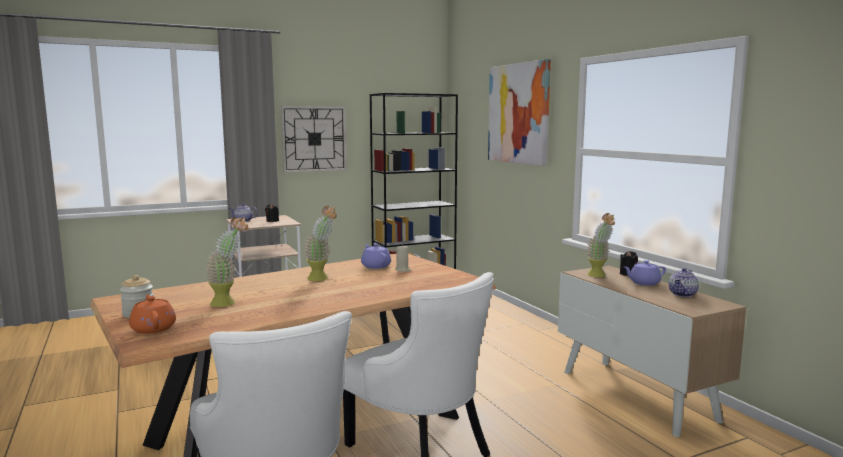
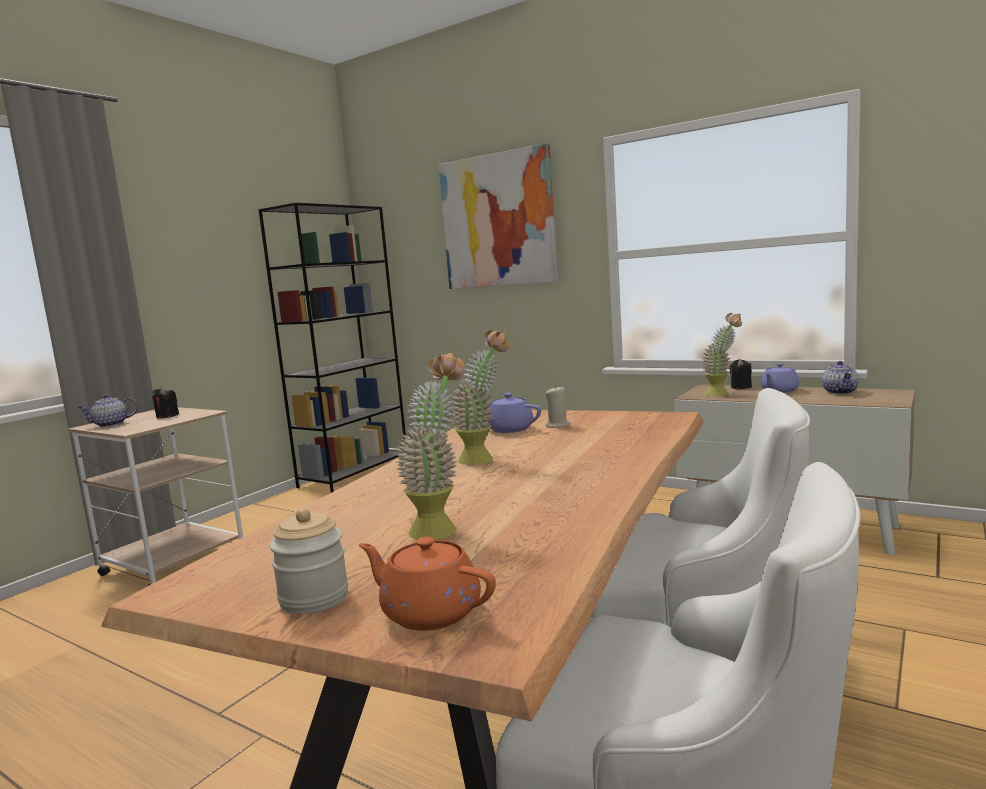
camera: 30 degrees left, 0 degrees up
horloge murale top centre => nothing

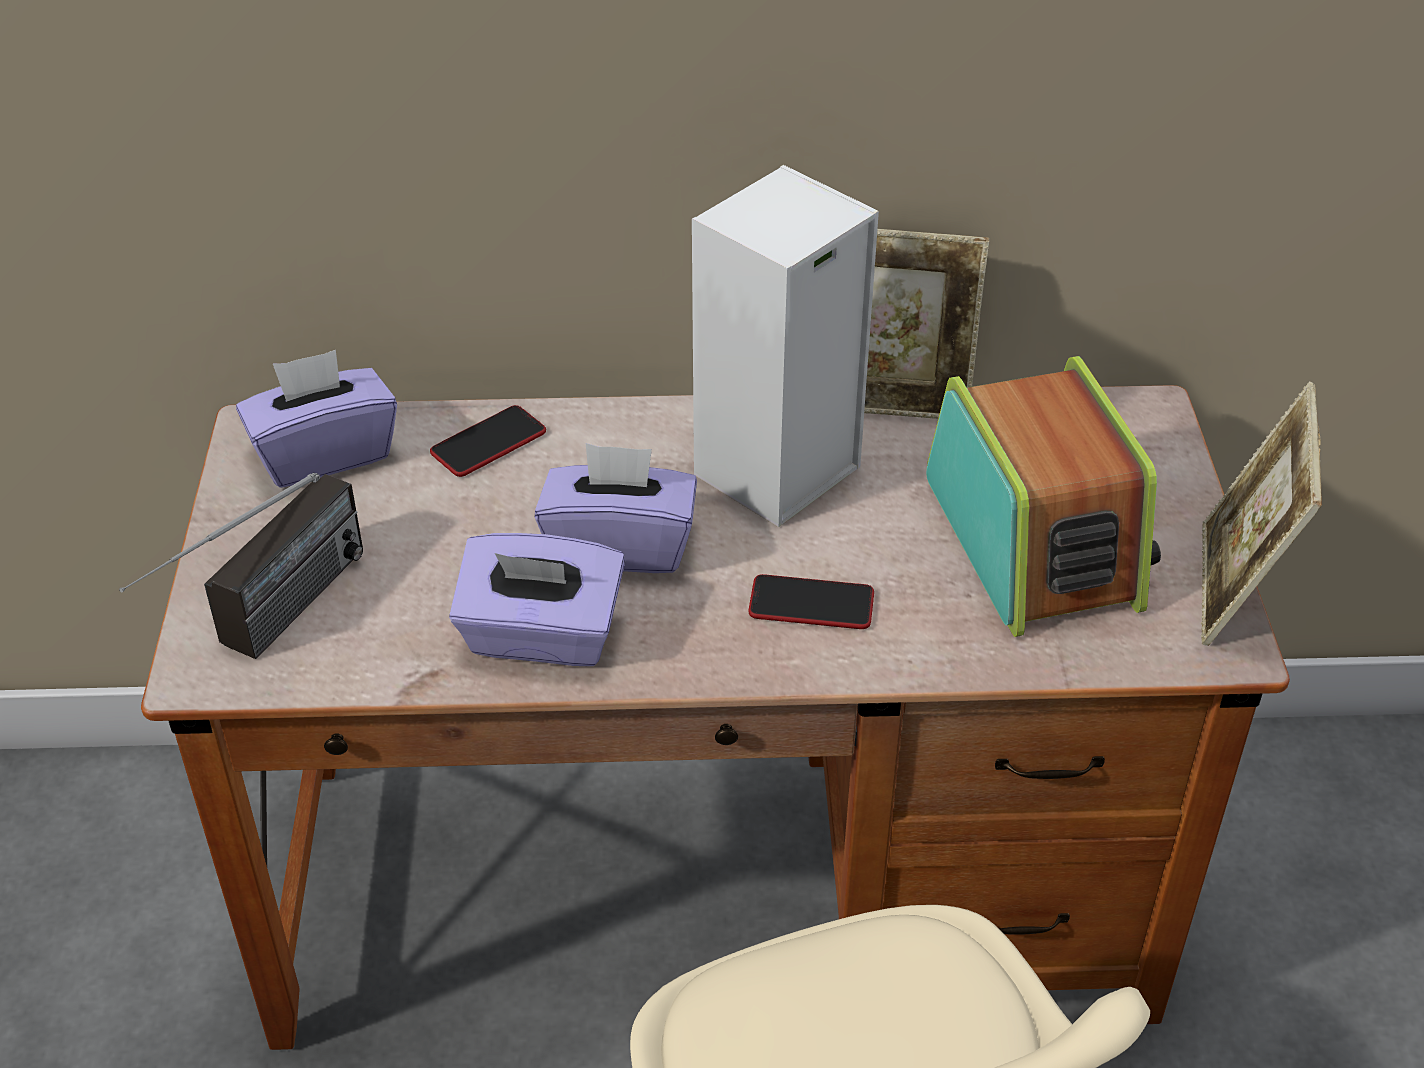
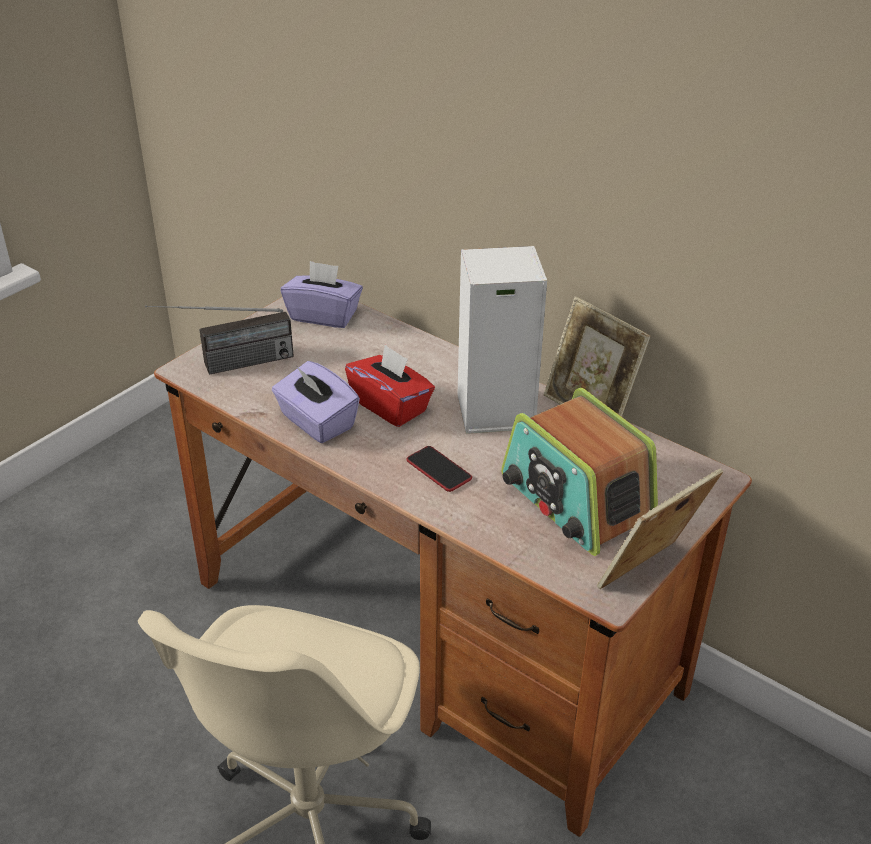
camera: 40 degrees right, 5 degrees down
téléphone (1st from left) centre => nothing
boîte à mouchoirs/violet (3rd from left) centre => boîte à mouchoirs/rouge centre
radio (2nd from left) middle right => radio (2nd from left) centre, 120 degrees clockwise

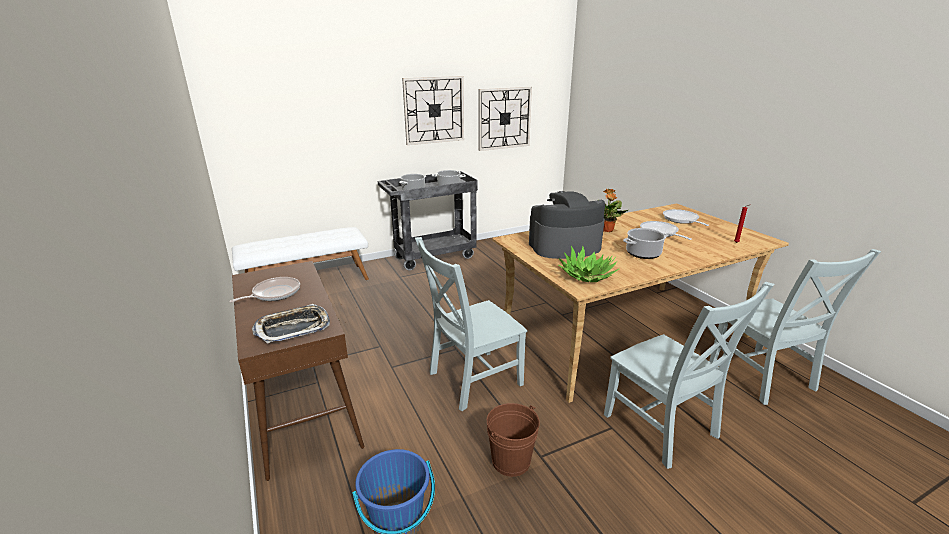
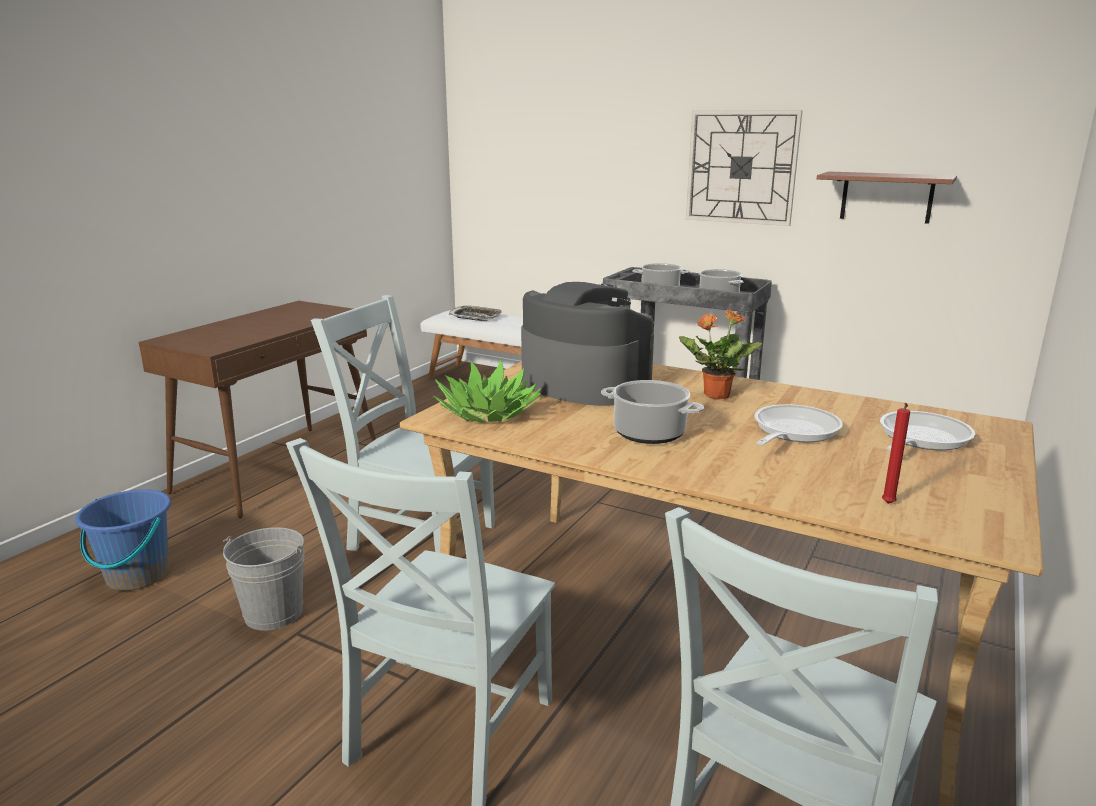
camera: 55 degrees right, 5 degrees down
poêle (1st from left) middle left => nothing
plateau middle left => plateau centre, move
horloge murale (2nd from left) top centre => étagère/marron top right
seau/marron bottom centre => seau/gris bottom left

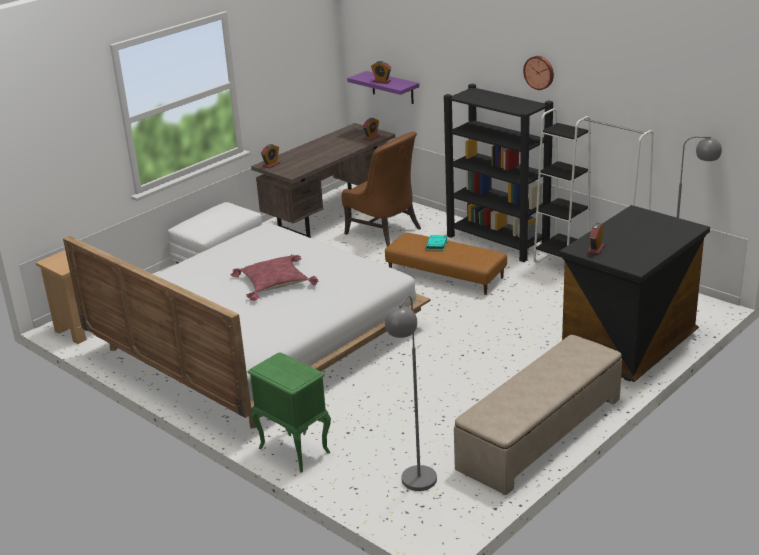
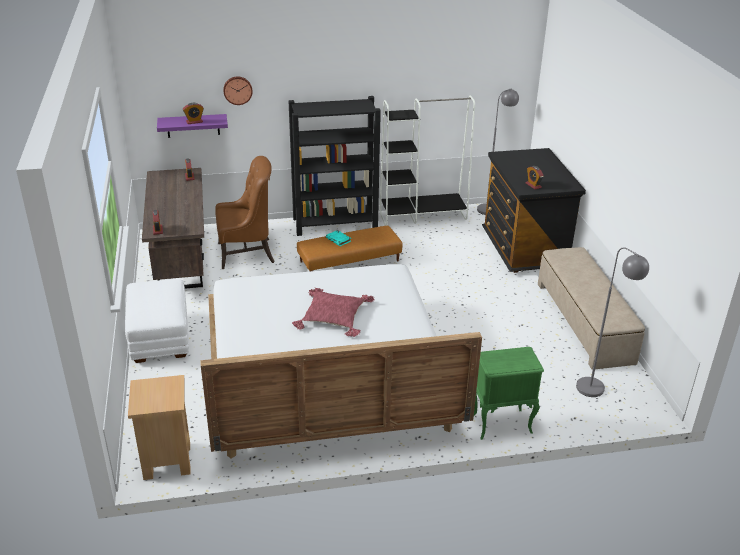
camera: 55 degrees left, 5 degrees up
horloge murale top right => horloge murale top left, move

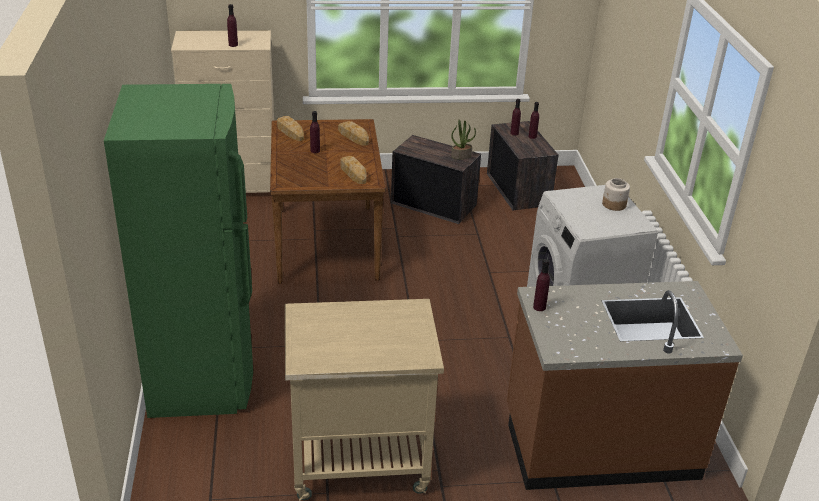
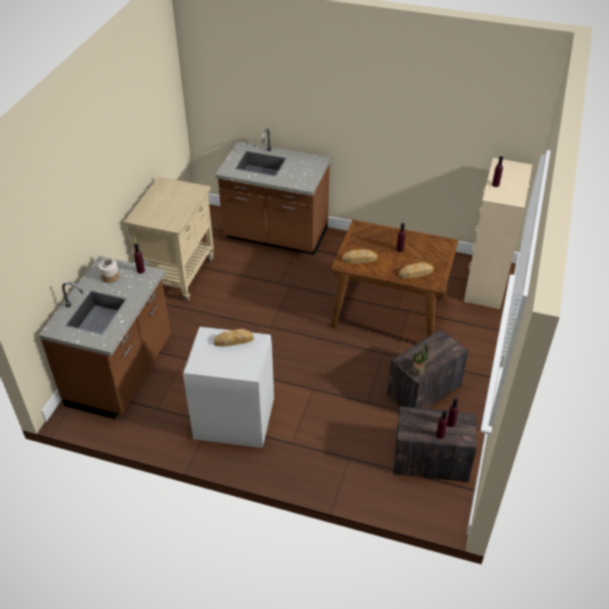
camera: 115 degrees right, 10 degrees up
pain (1st from left) top centre => pain (1st from left) centre, move
bocal middle right => bocal middle left, move
réfrigérateur/vert middle left => comptoir de cuisine/marron (2nd from left) top centre

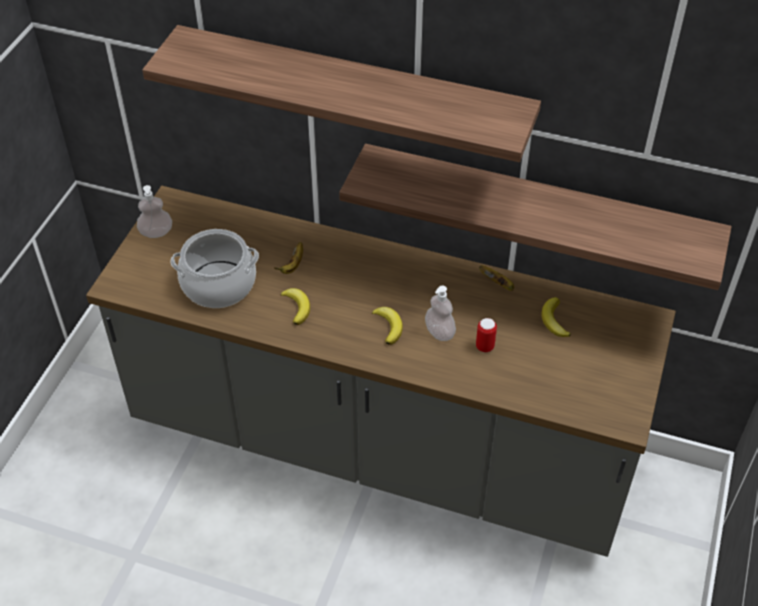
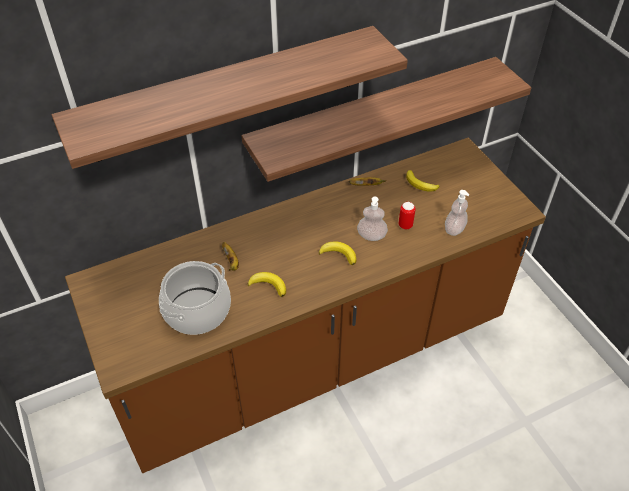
camera: 45 degrees left, 0 degrees up
distributeur de savon (1st from left in the first image) middle left => distributeur de savon (2nd from left) middle right, move
comptoir de cuisine/gris centre => comptoir de cuisine/marron centre

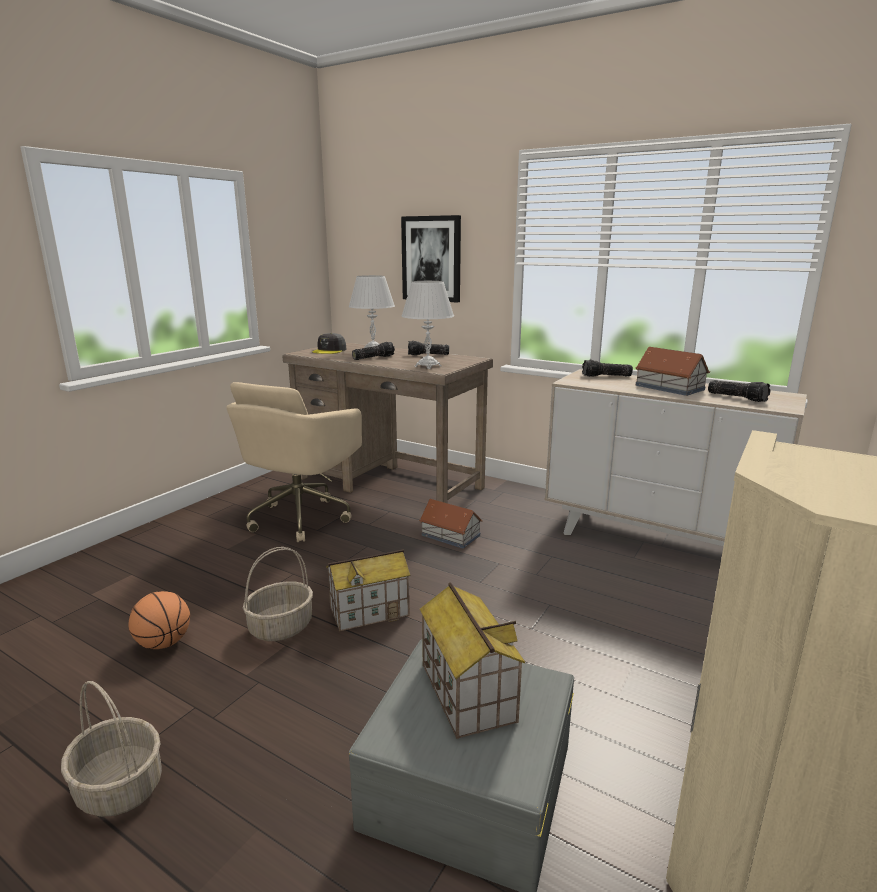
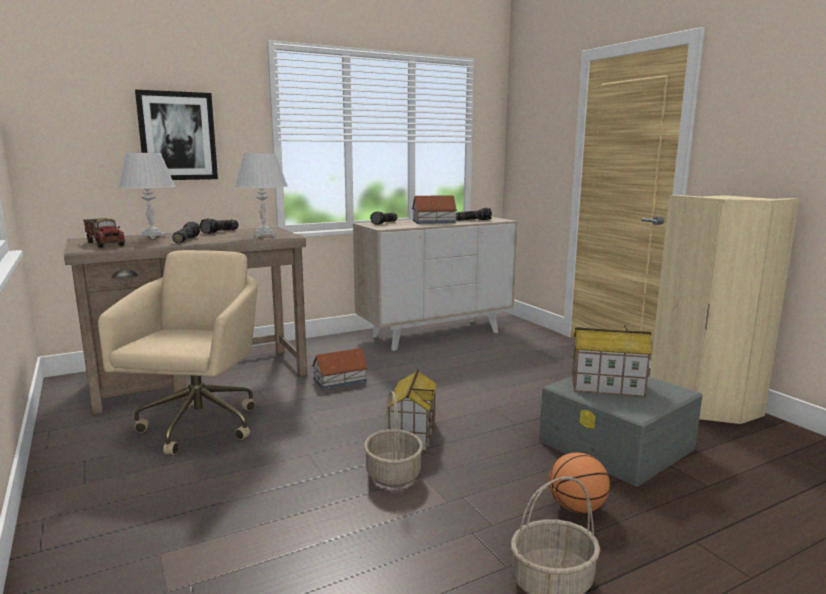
camera: 60 degrees left, 5 degrees down
ballon de basket bottom left => ballon de basket bottom right, move
casquette/gris centre => camion jouet middle left
chaise de bureau/beige centre => chaise de bureau/beige middle left, 135 degrees counterclockwise

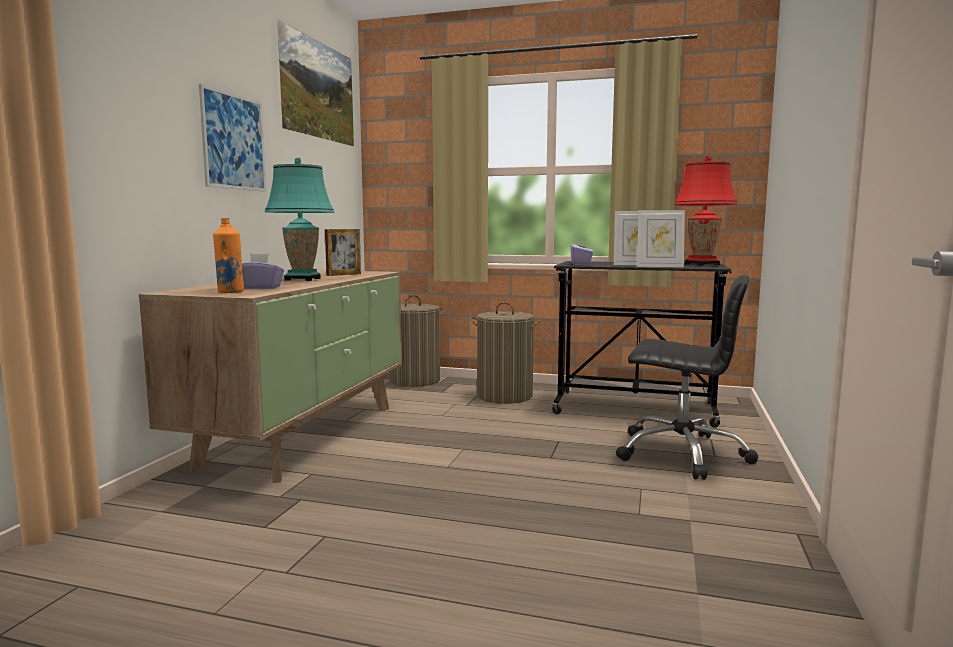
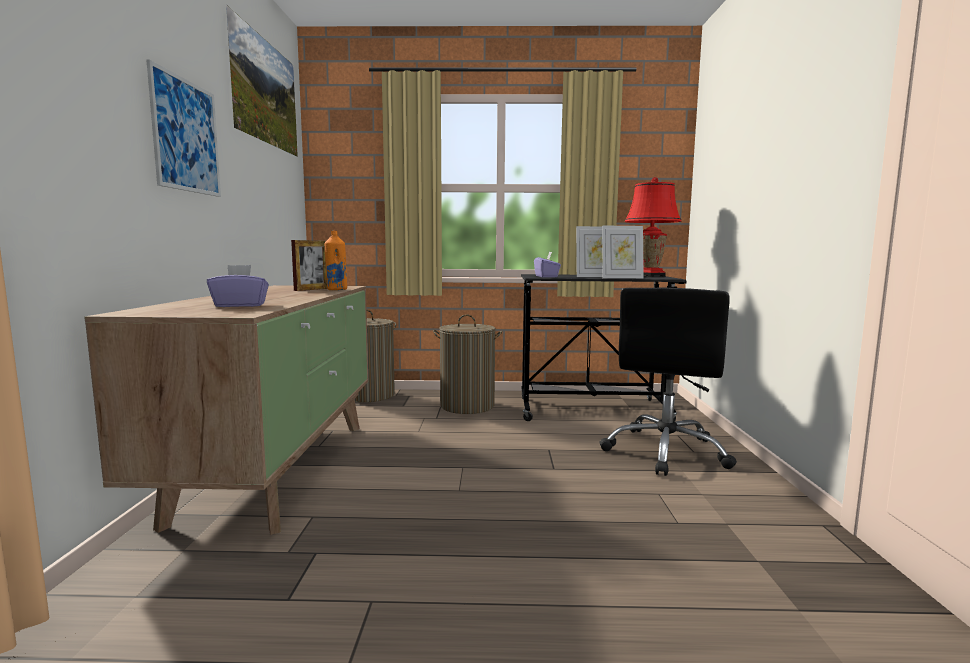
camera: 15 degrees left, 0 degrees up
lampe de table/turquoise middle left => nothing
bouteille/orange middle left => bouteille/orange centre, move
chaise de bureau/noir middle right, 105 degrees clockwise

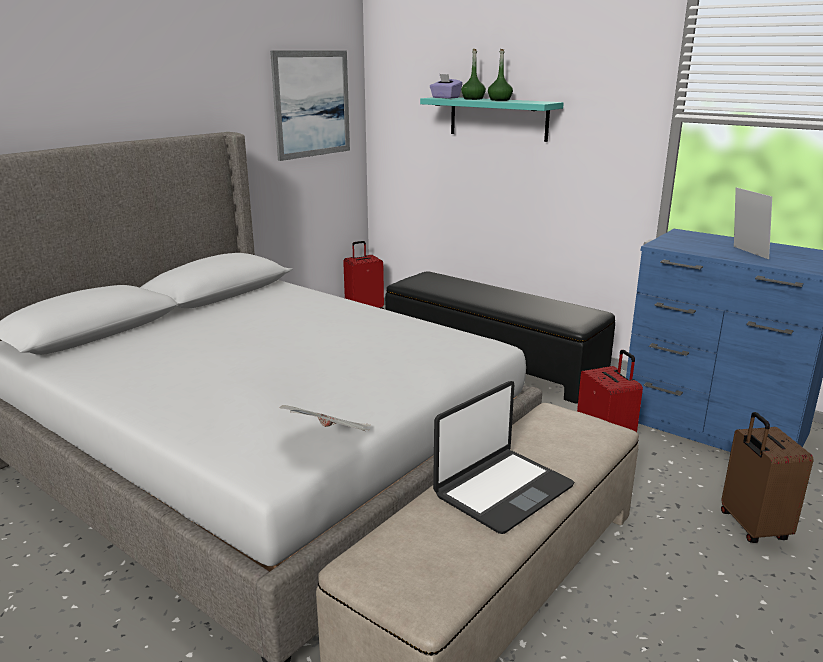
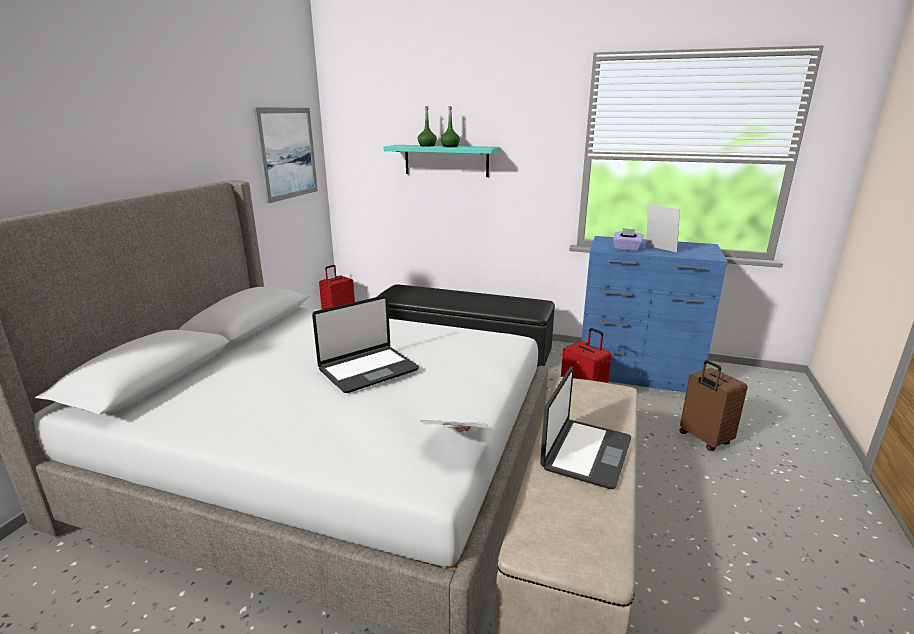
camera: 20 degrees left, 0 degrees up
nothing => ordinateur portable (1st from left) centre
boîte à mouchoirs/violet top centre => boîte à mouchoirs/violet middle right, move

